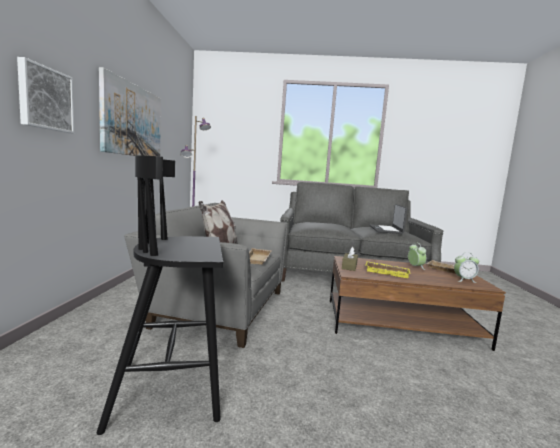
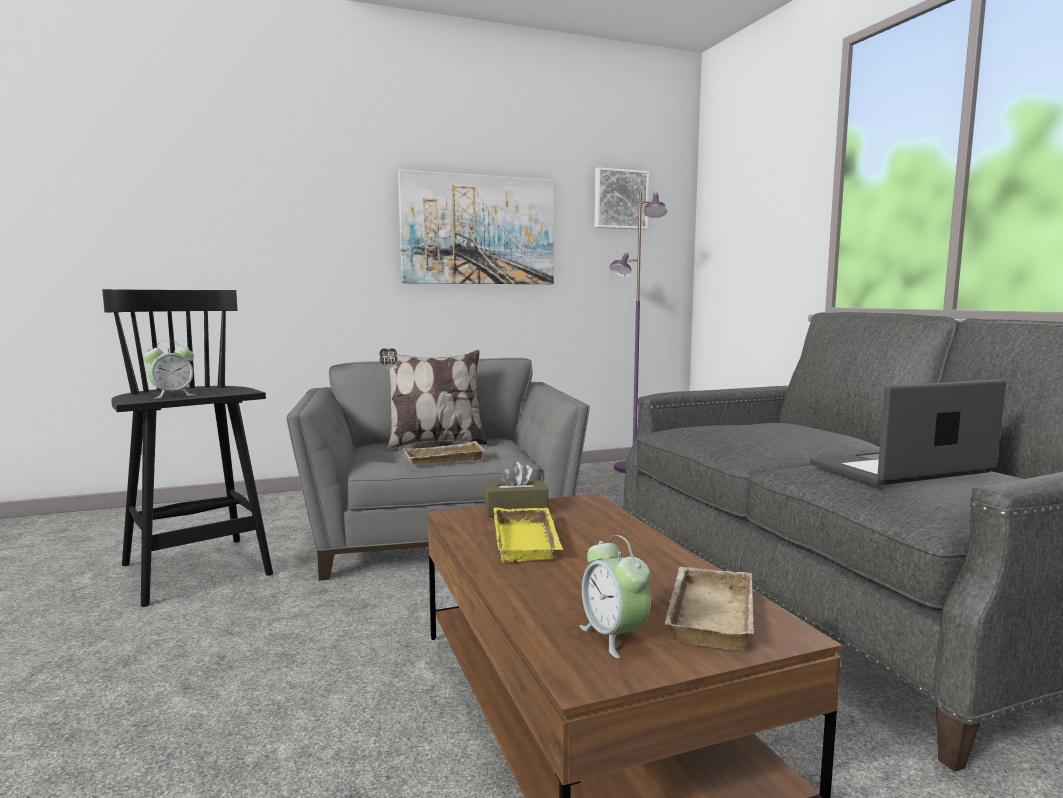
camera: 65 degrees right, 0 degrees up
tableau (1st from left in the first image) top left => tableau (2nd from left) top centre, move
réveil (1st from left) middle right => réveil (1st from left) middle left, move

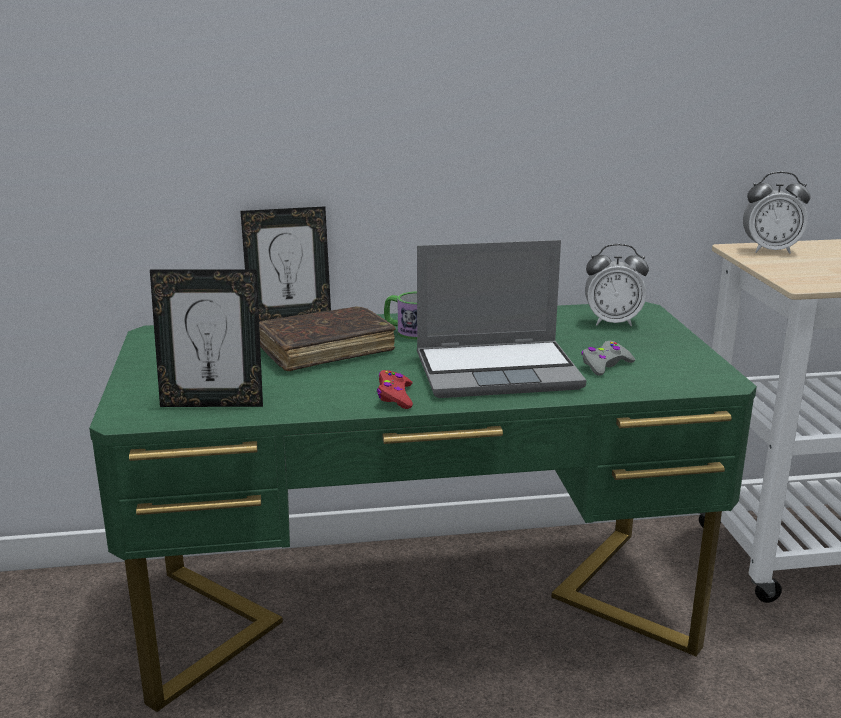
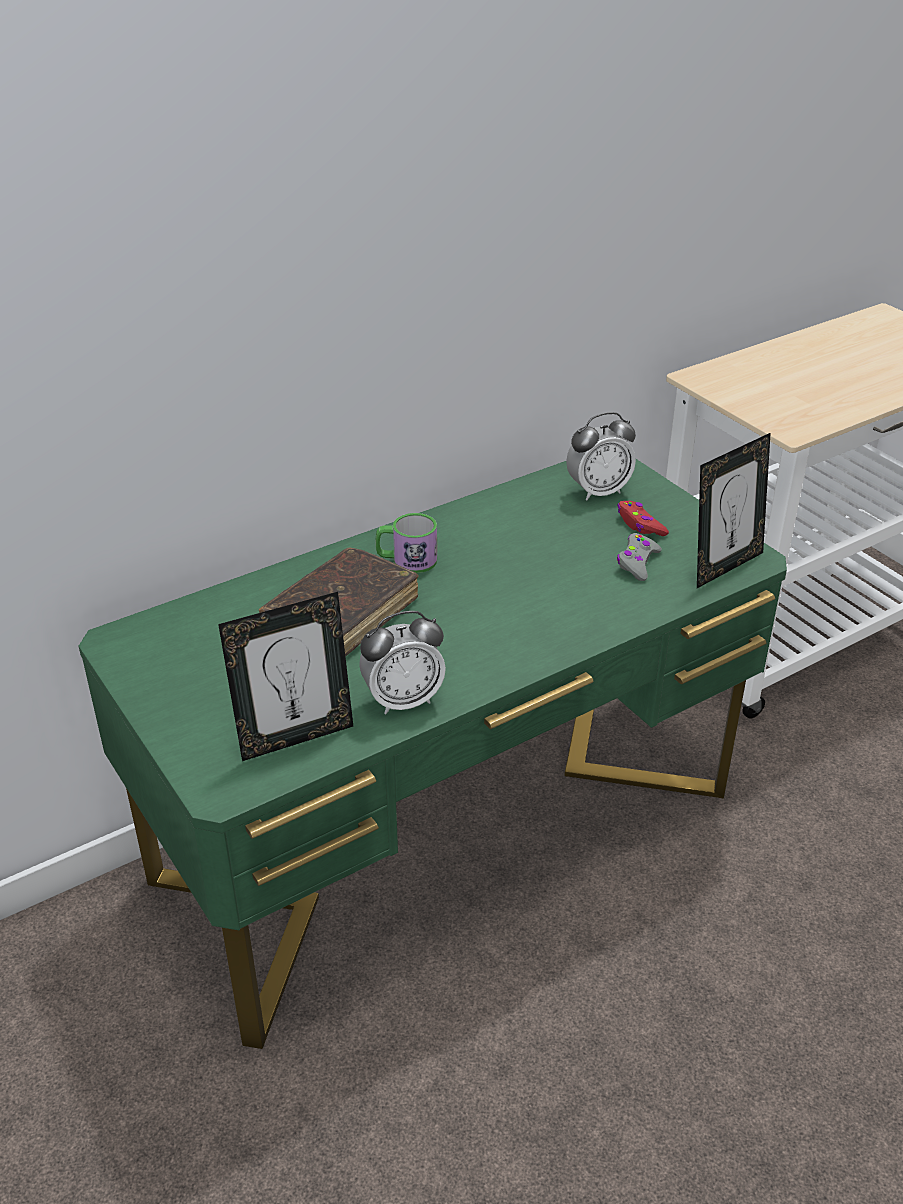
camera: 25 degrees left, 15 degrees up
ordinateur portable centre => nothing
cadre photo (2nd from left) centre => cadre photo (2nd from left) middle right, move
manette/rouge centre => manette/rouge middle right, move
réveil (2nd from left in the first image) top right => réveil (1st from left) centre, move

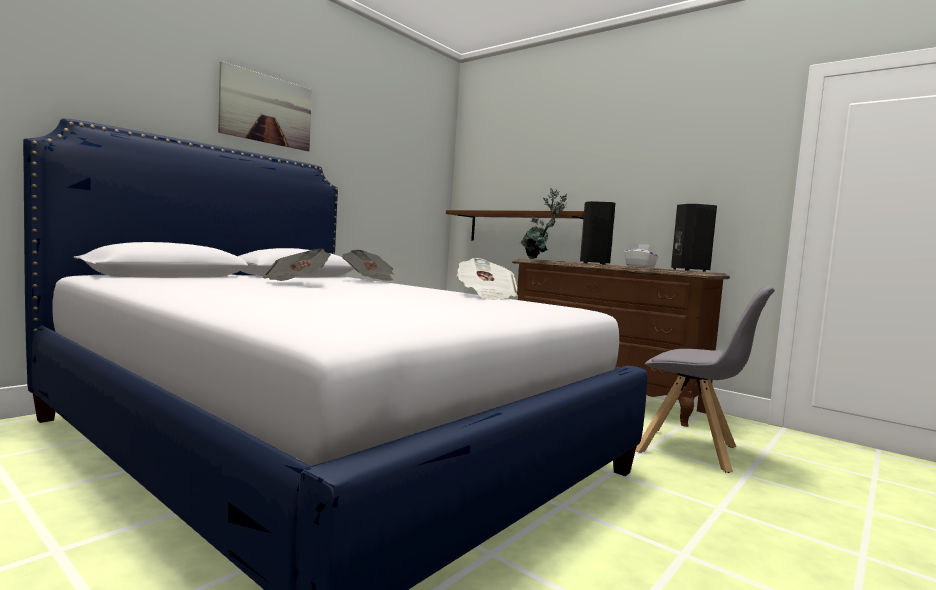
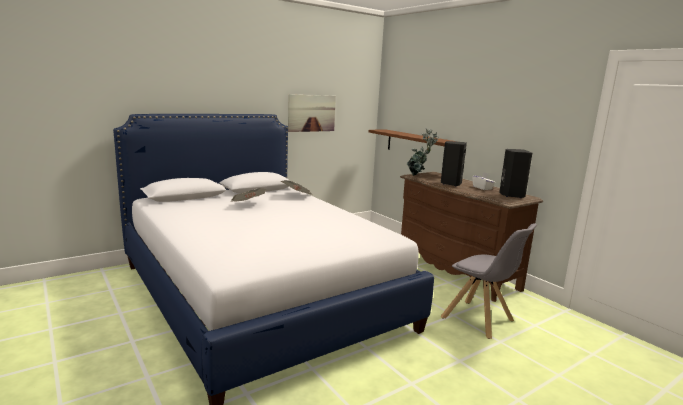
camera: 15 degrees right, 10 degrees up
journal (3rd from left) centre => nothing
tableau top left => tableau top centre, move

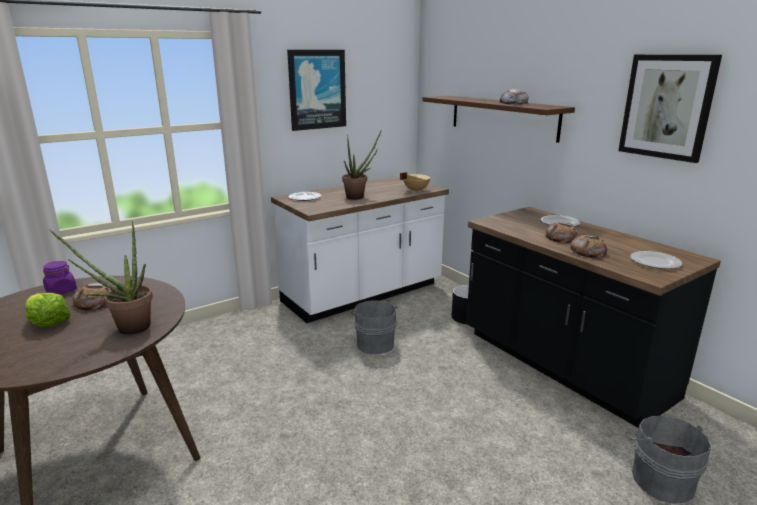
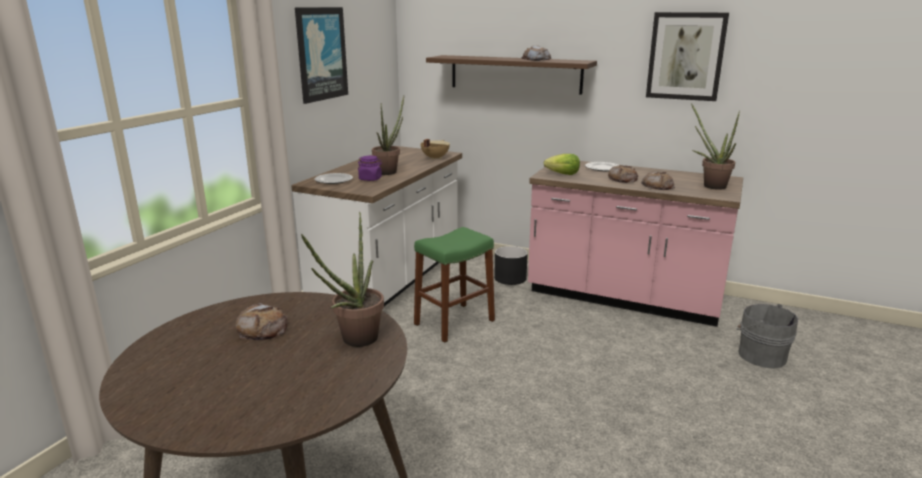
camera: 30 degrees left, 0 degrees up
laitue middle left => laitue centre, move
bocal/violet middle left => bocal/violet centre, move
seau/gris (1st from left) centre => tabouret/vert centre
assiette (3rd from left) middle right => plante en pot (3rd from left) top right
comptoir de cuisine/noir middle right => comptoir de cuisine/rose middle right

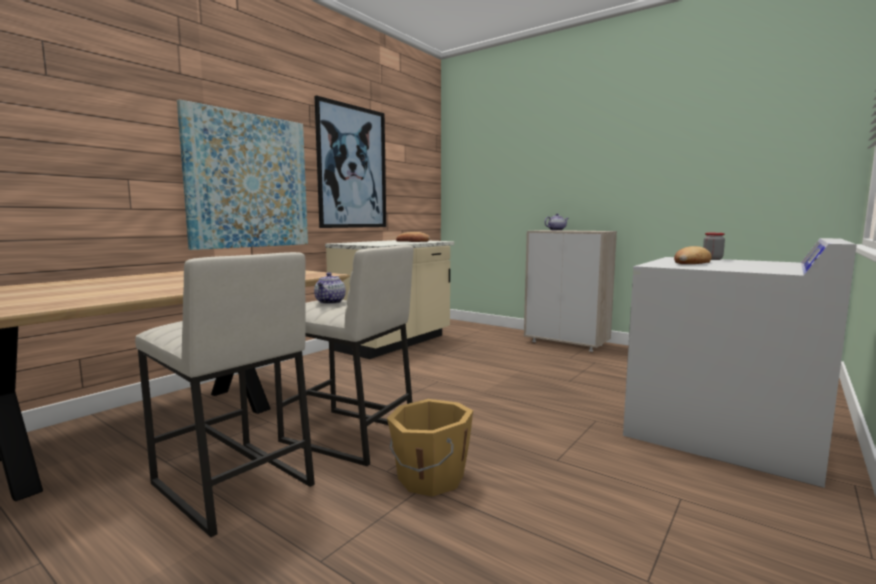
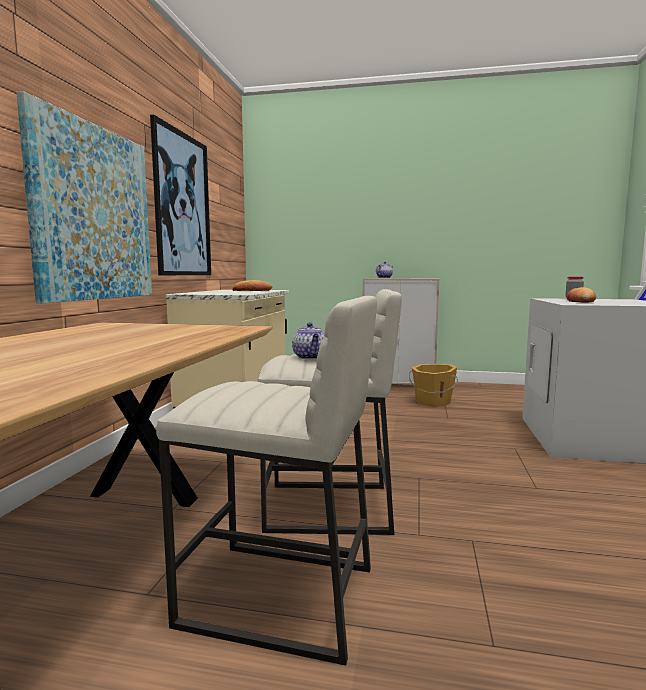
camera: 25 degrees left, 0 degrees up
seau/orange bottom centre => seau/orange middle right, move

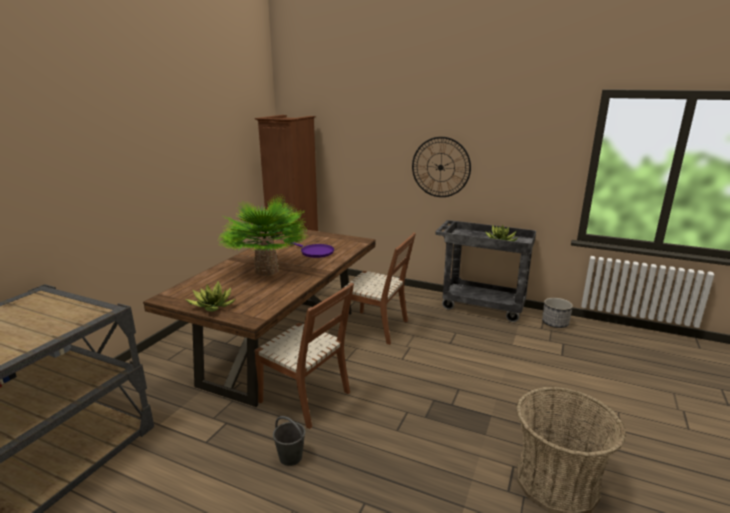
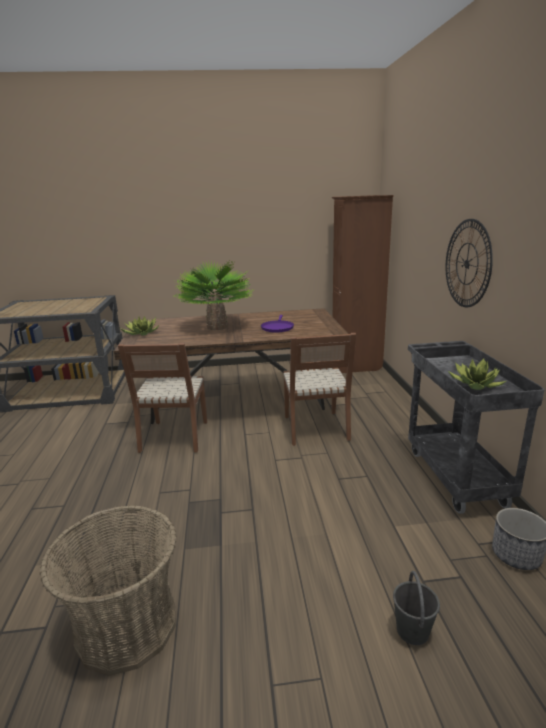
camera: 60 degrees right, 0 degrees up
seau/gris bottom centre => seau/gris bottom right, move

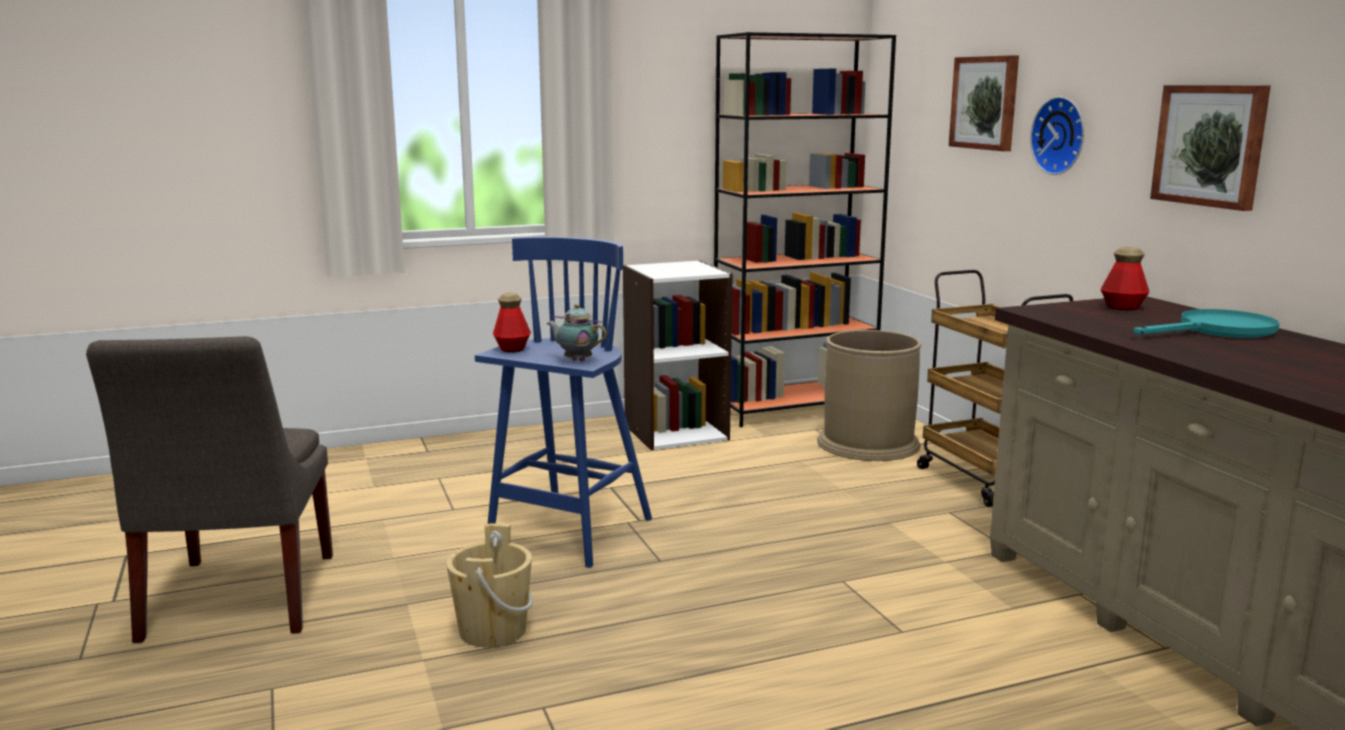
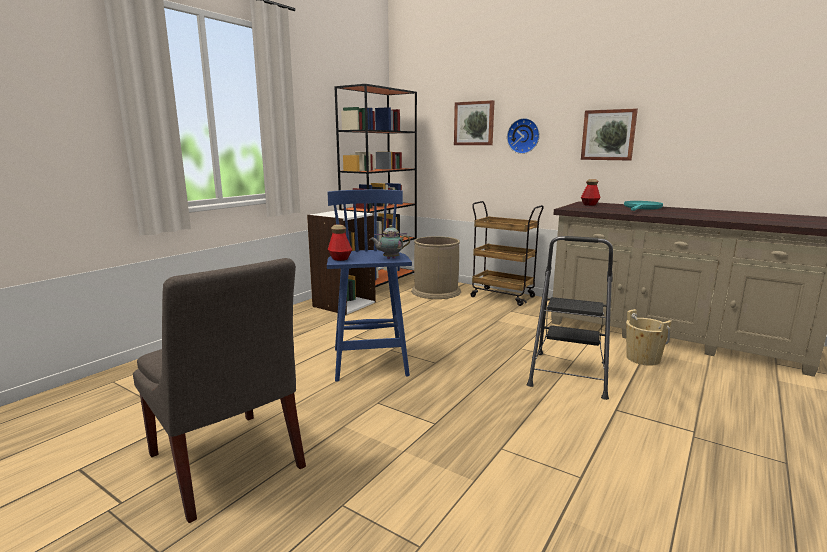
camera: 35 degrees left, 0 degrees up
nothing => escabeau/noir middle right
seau/beige bottom centre => seau/beige middle right, move

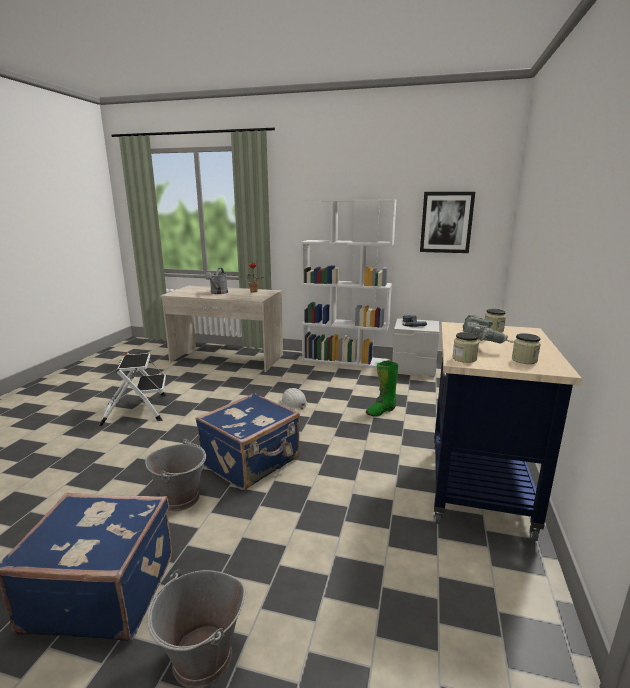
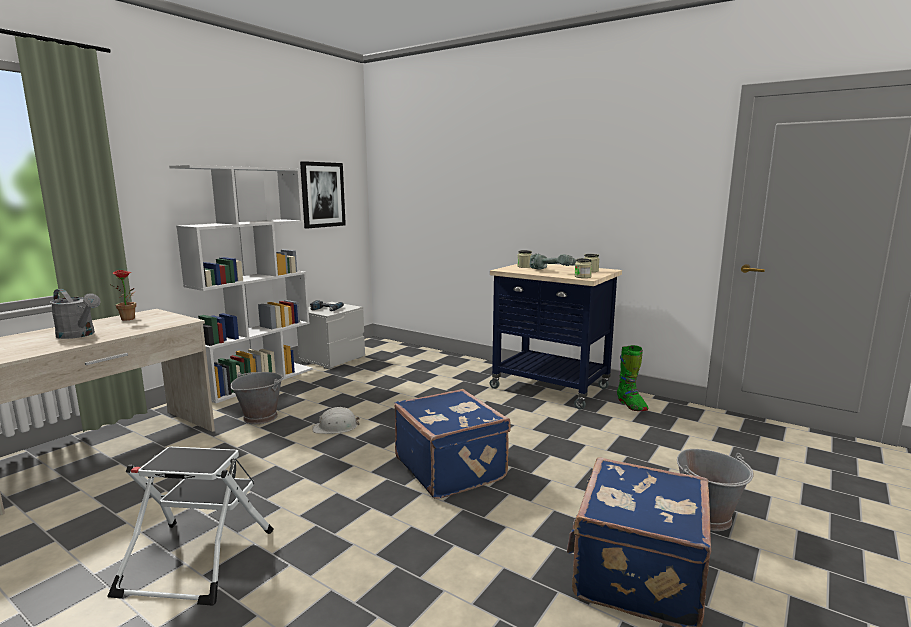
camera: 70 degrees left, 5 degrees down
seau/gris (1st from left) bottom left => seau/gris (1st from left) middle left, move
botte/vert centre => botte/vert middle right, move

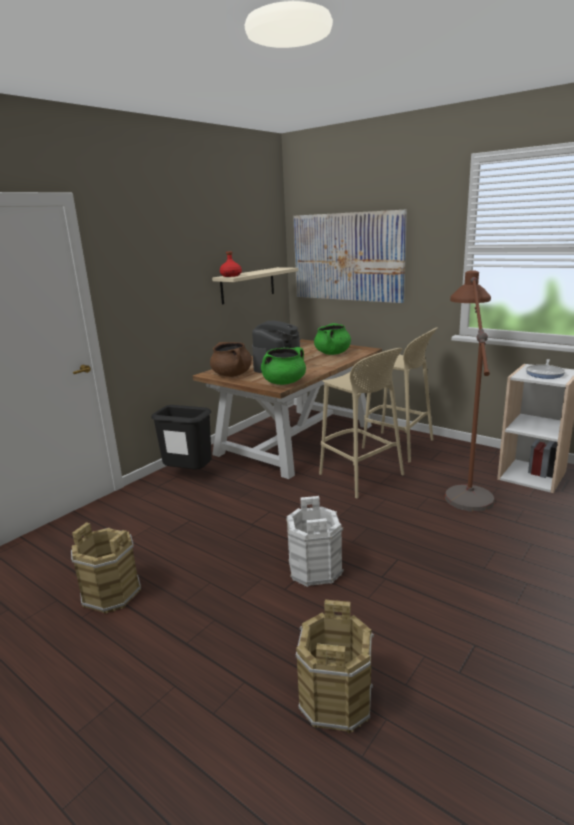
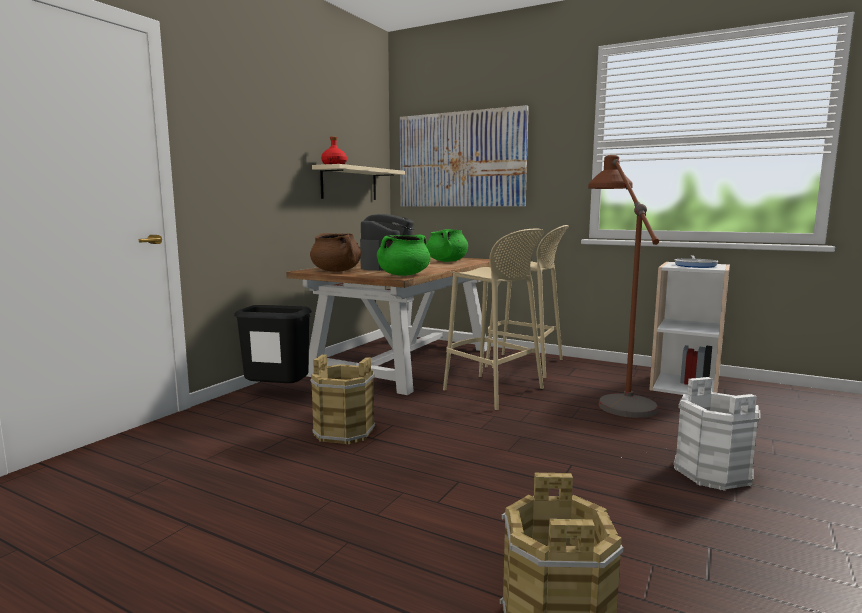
camera: 10 degrees left, 10 degrees down
seau/marron (1st from left) bottom left => seau/marron (1st from left) centre, move
seau/blanc centre => seau/blanc bottom right, move

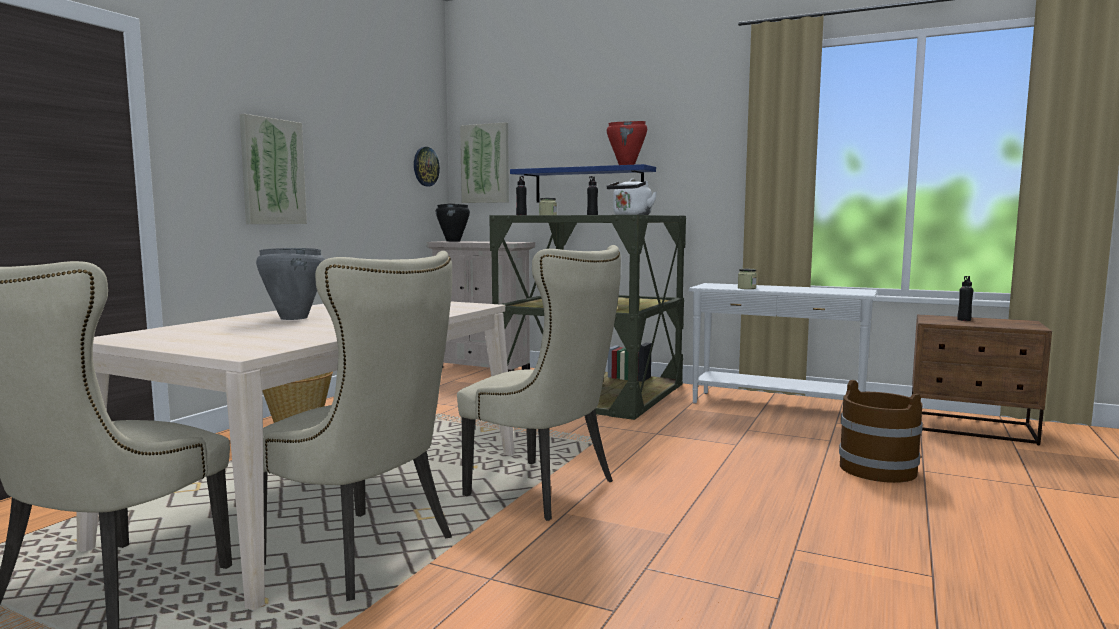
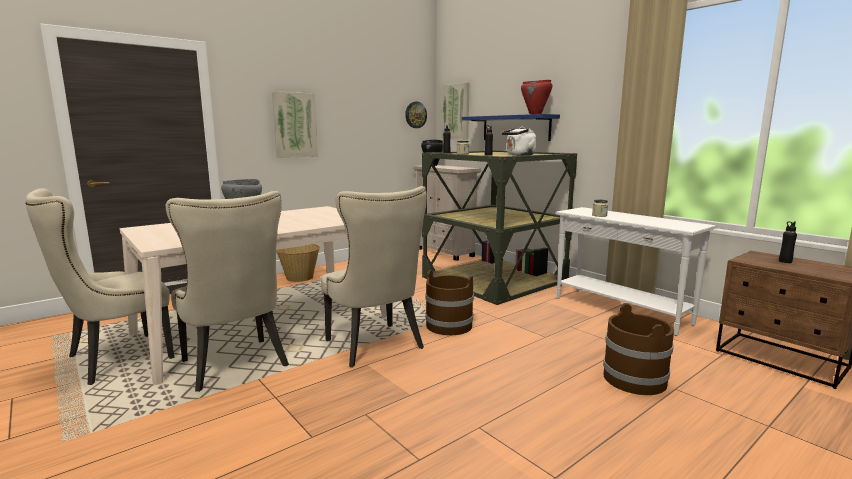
camera: 25 degrees right, 5 degrees up
nothing => seau/marron (1st from left) centre

